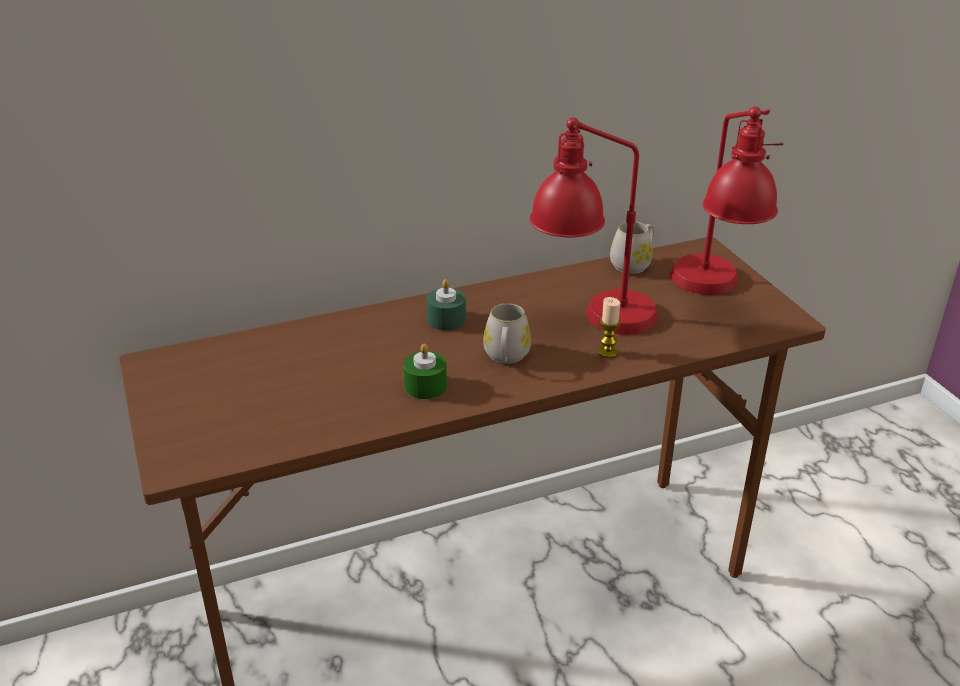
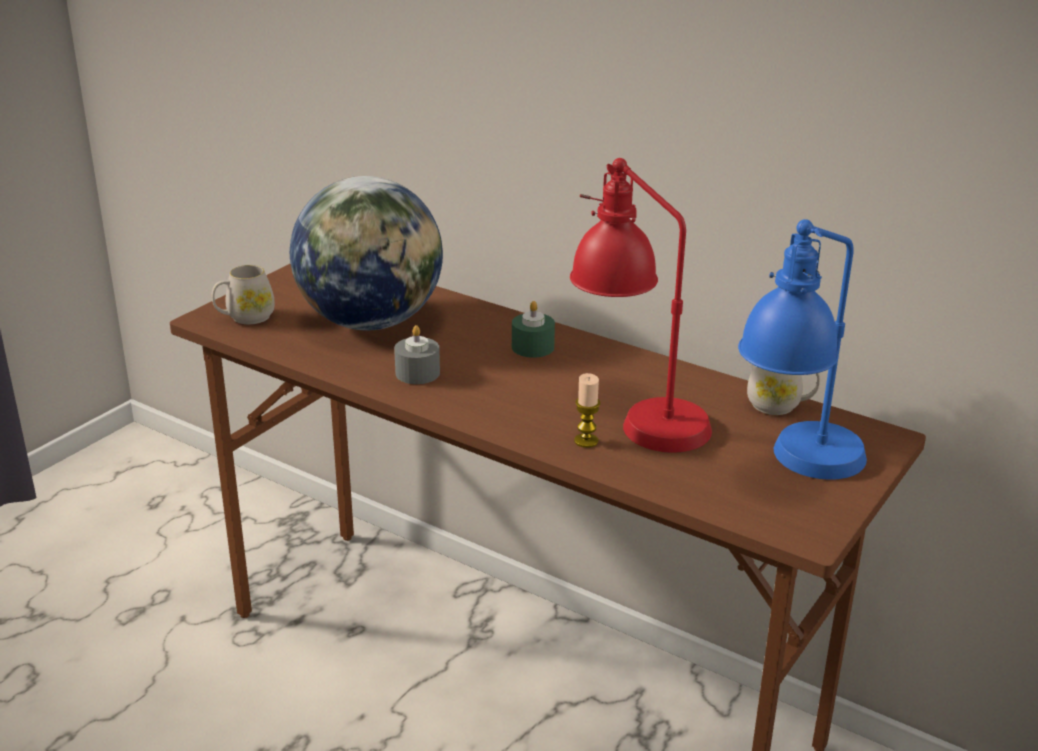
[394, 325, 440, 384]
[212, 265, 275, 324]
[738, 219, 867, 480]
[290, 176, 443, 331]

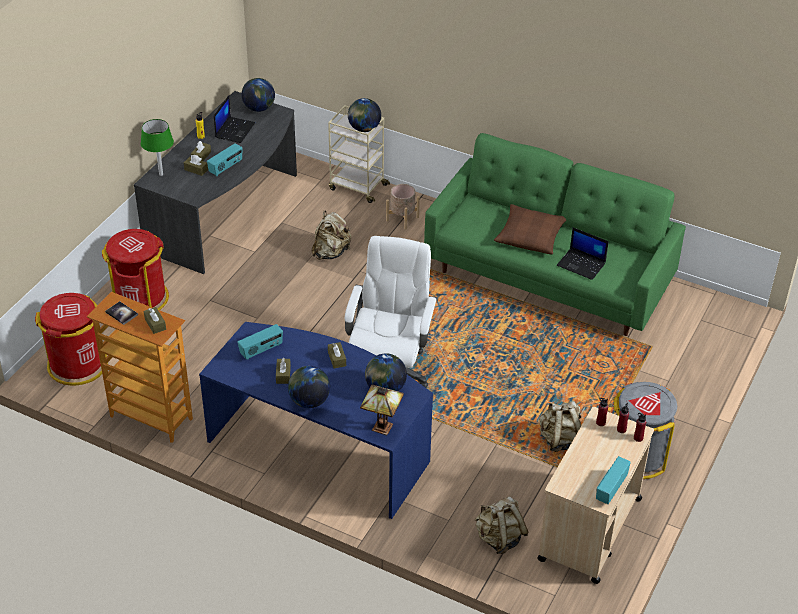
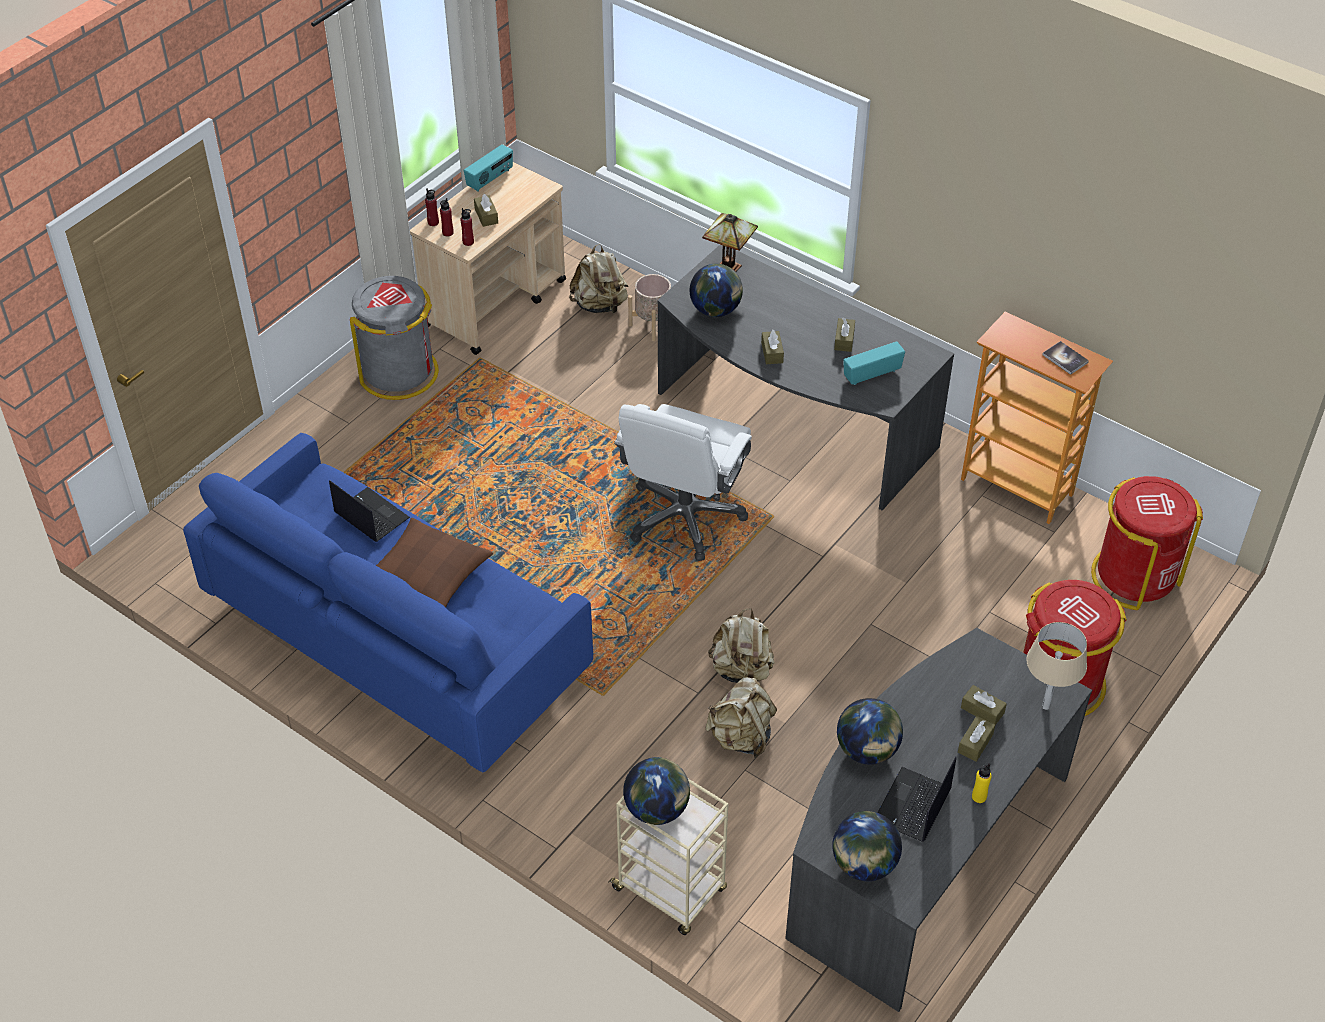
[1026, 622, 1087, 710]
[474, 194, 498, 227]
[657, 245, 954, 510]
[207, 143, 242, 176] (first image)
[837, 698, 903, 765]
[628, 274, 671, 341]
[183, 433, 593, 772]
[708, 608, 775, 683]

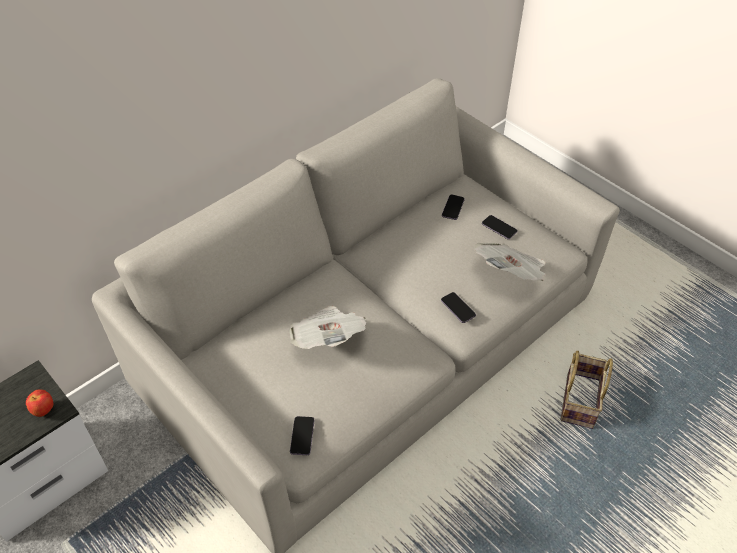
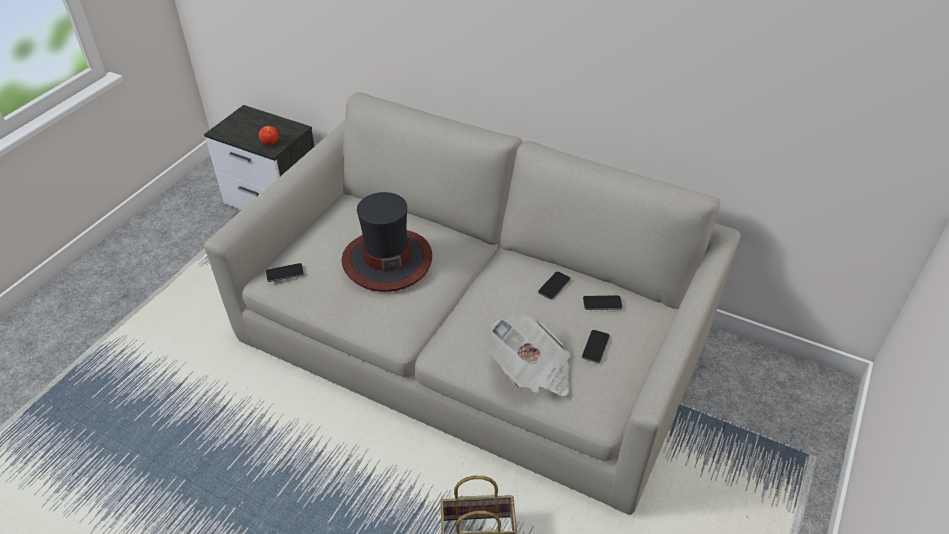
[342, 192, 432, 292]
[538, 271, 571, 299]

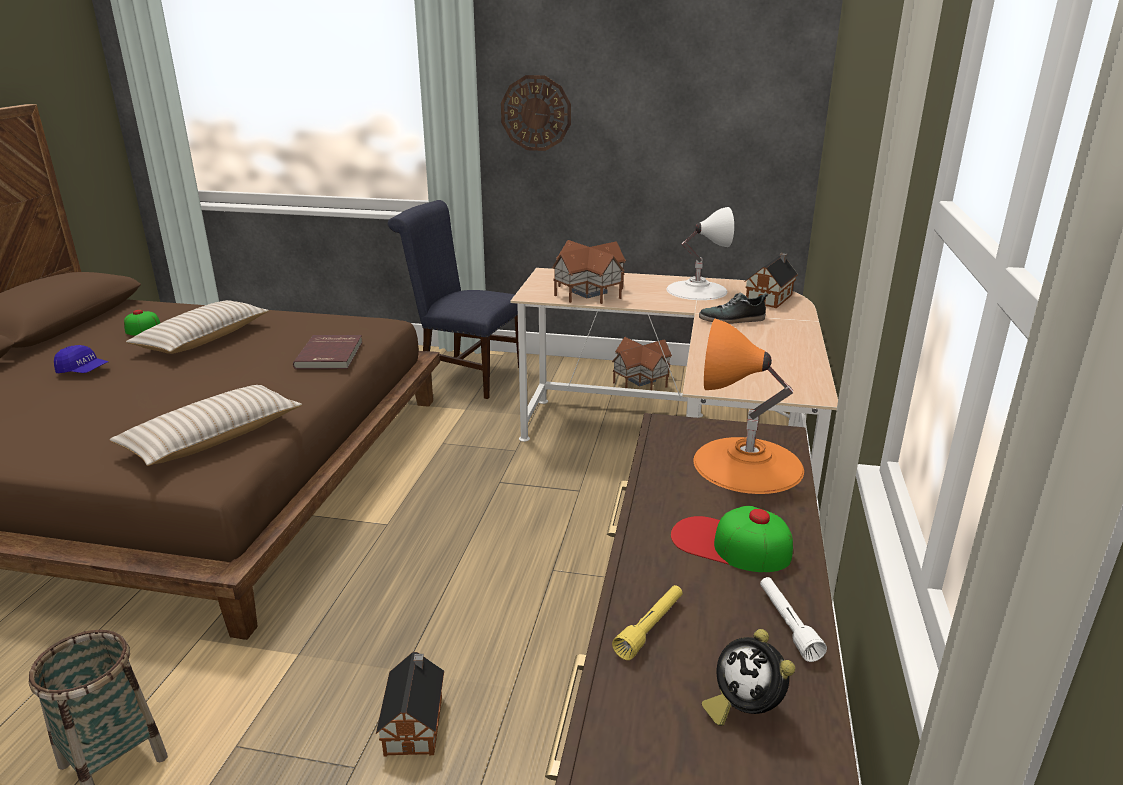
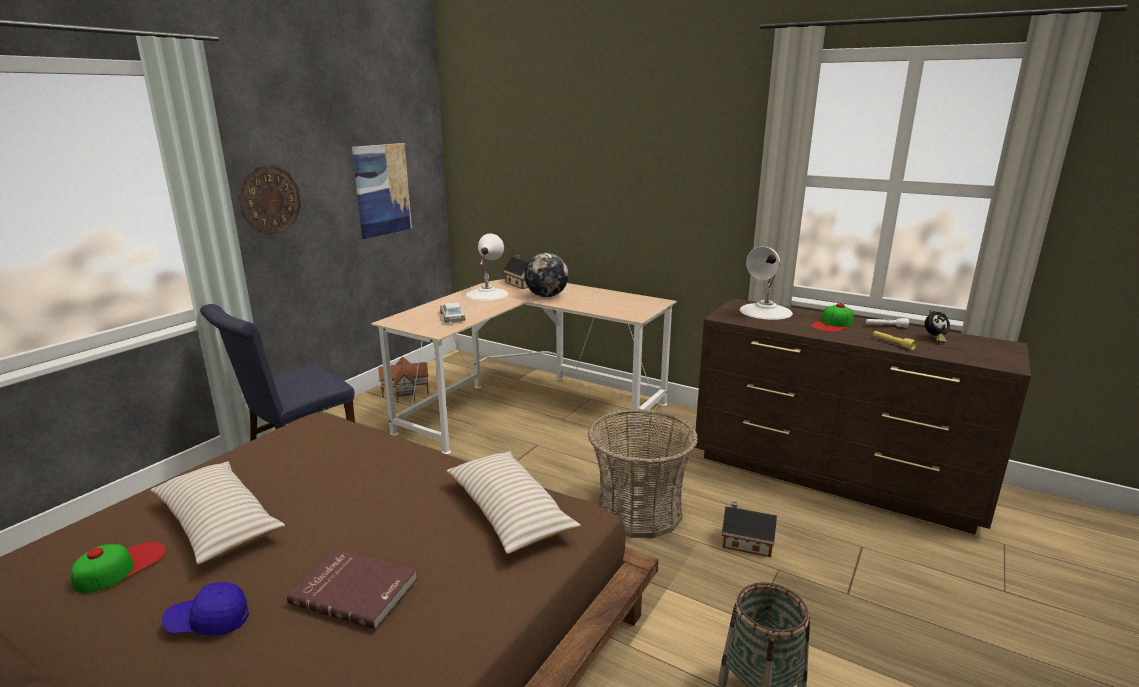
[162, 582, 249, 636]
[287, 549, 418, 629]
[440, 302, 465, 323]
[740, 246, 793, 320]
[524, 253, 568, 297]
[352, 143, 412, 239]
[588, 409, 698, 538]

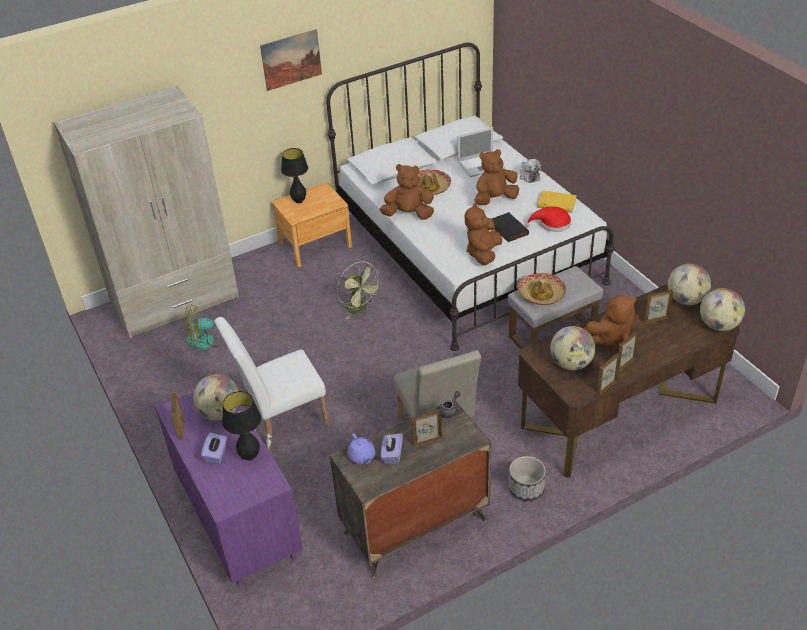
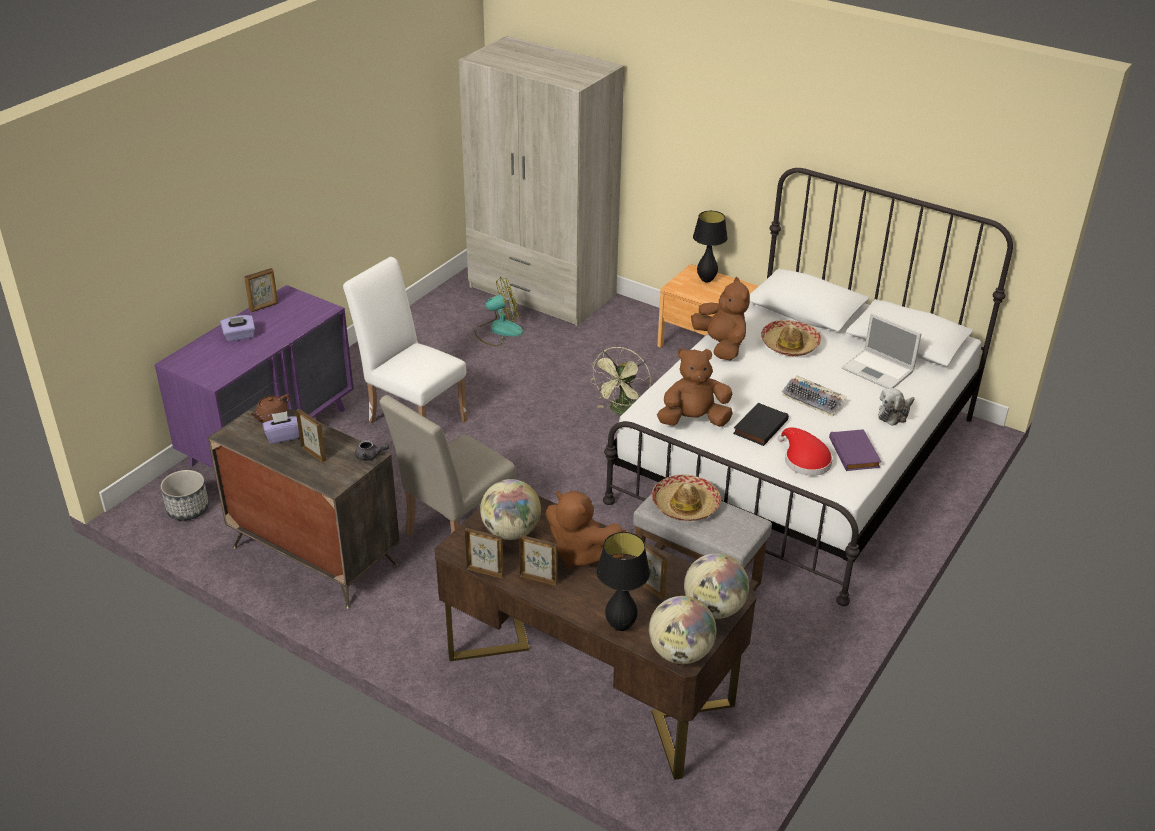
[474, 277, 523, 346]
[193, 374, 239, 421] (first image)
[596, 532, 650, 631]
[260, 29, 322, 91] (first image)
[249, 394, 290, 423]
[782, 375, 846, 417]
[161, 470, 209, 520]
[829, 429, 881, 471]

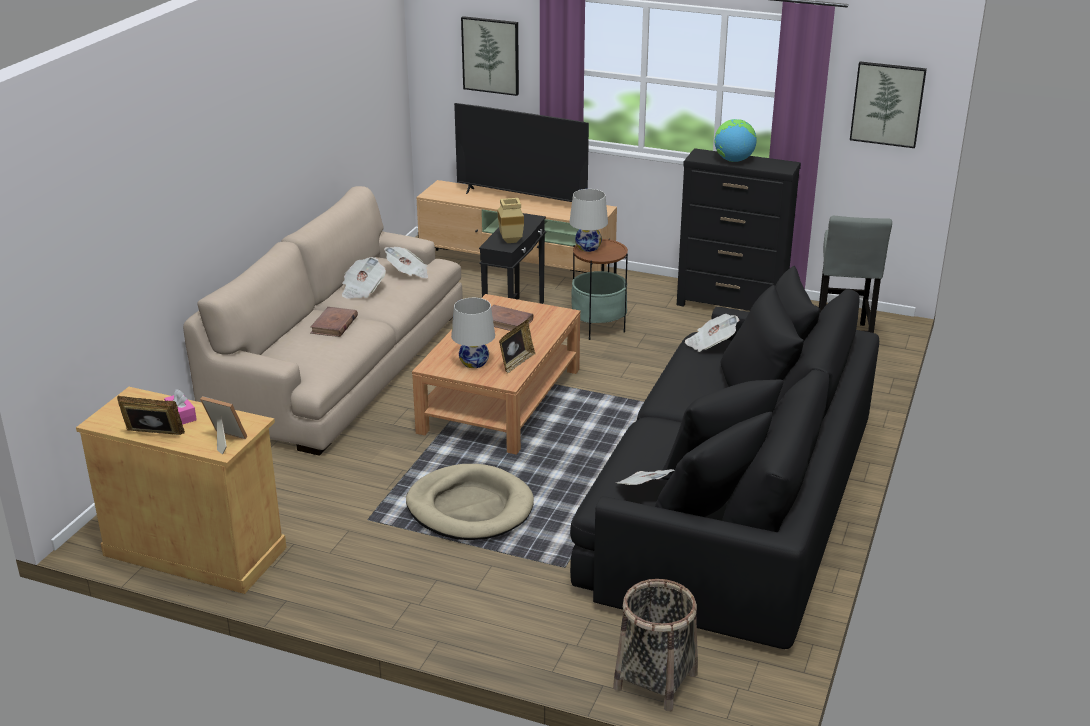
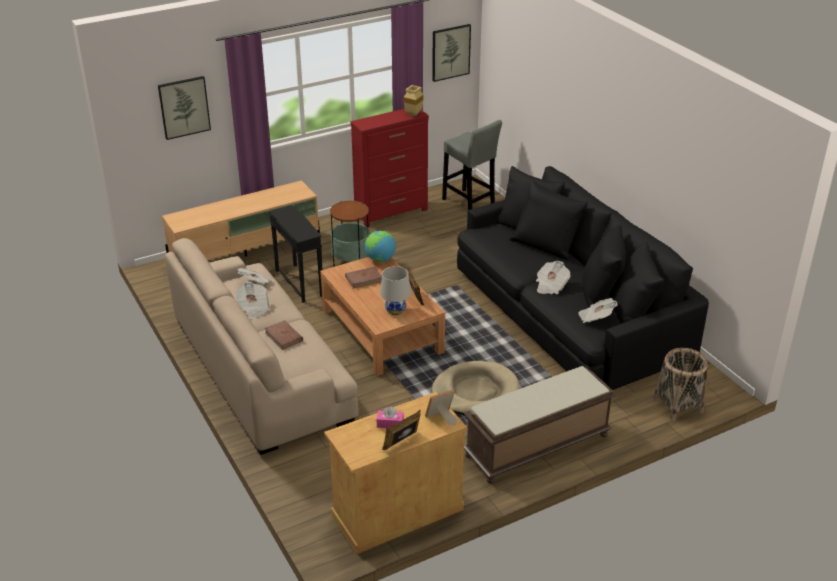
[454, 103, 589, 202] (first image)
[404, 85, 424, 117]
[569, 189, 608, 252] (first image)
[351, 109, 429, 227]
[536, 261, 571, 294]
[365, 231, 396, 262]
[464, 366, 616, 484]

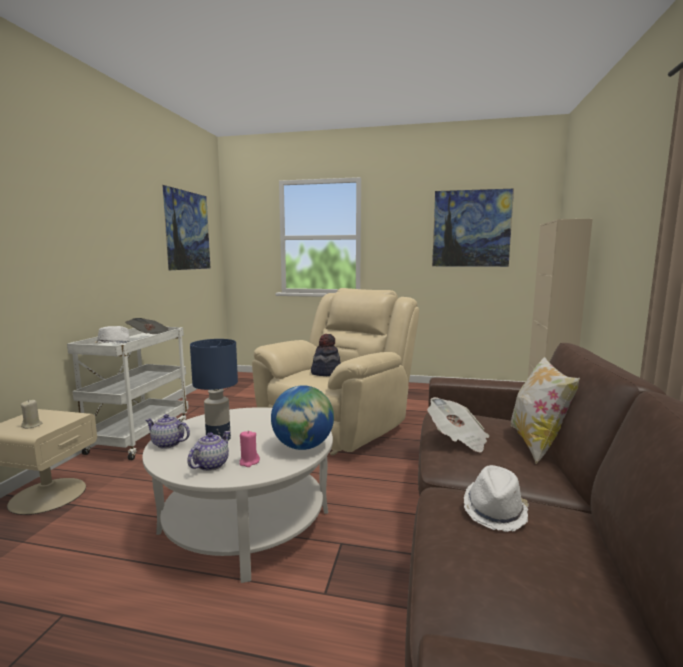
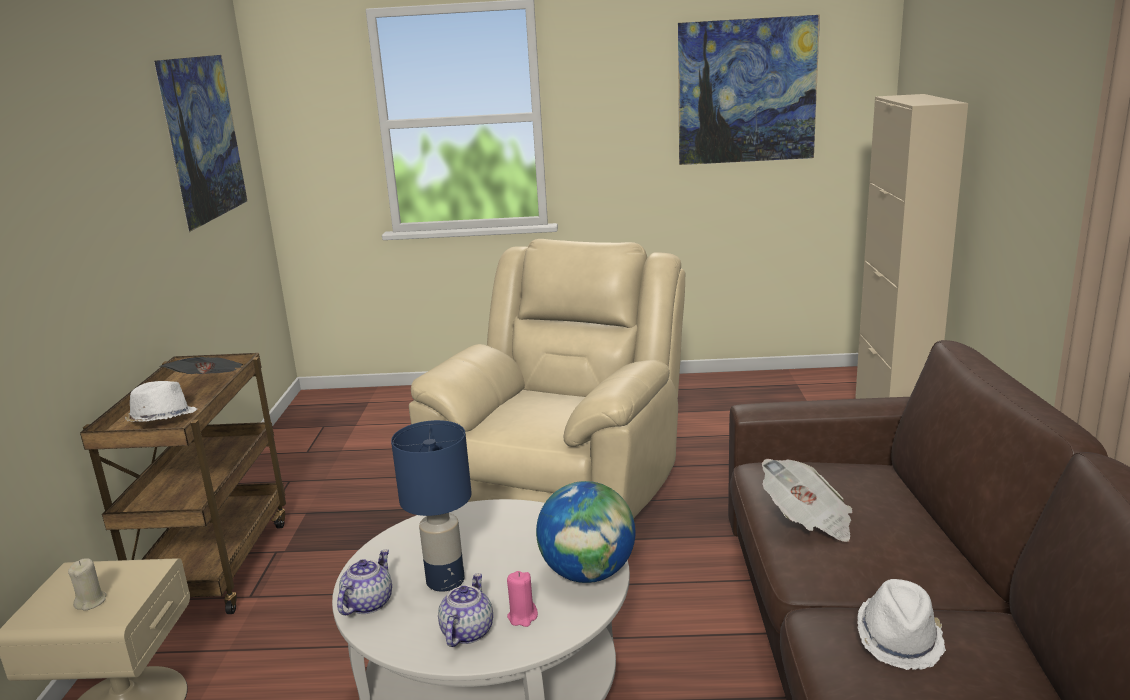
[80, 353, 286, 614]
[337, 549, 392, 615]
[311, 334, 341, 376] (first image)
[511, 356, 580, 464] (first image)

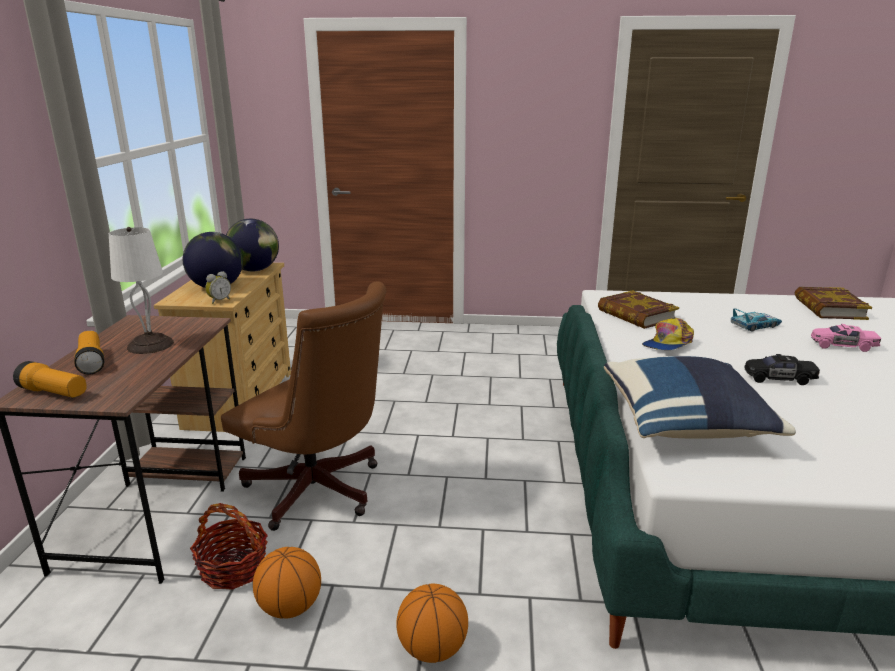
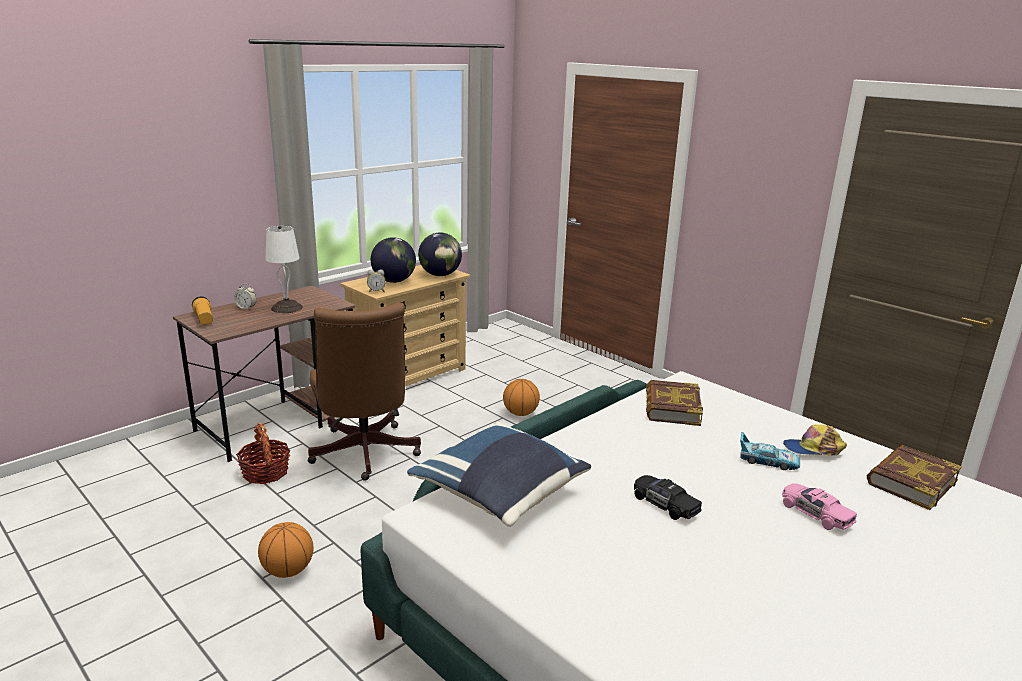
[234, 284, 257, 310]
[503, 379, 540, 416]
[783, 425, 847, 455]

